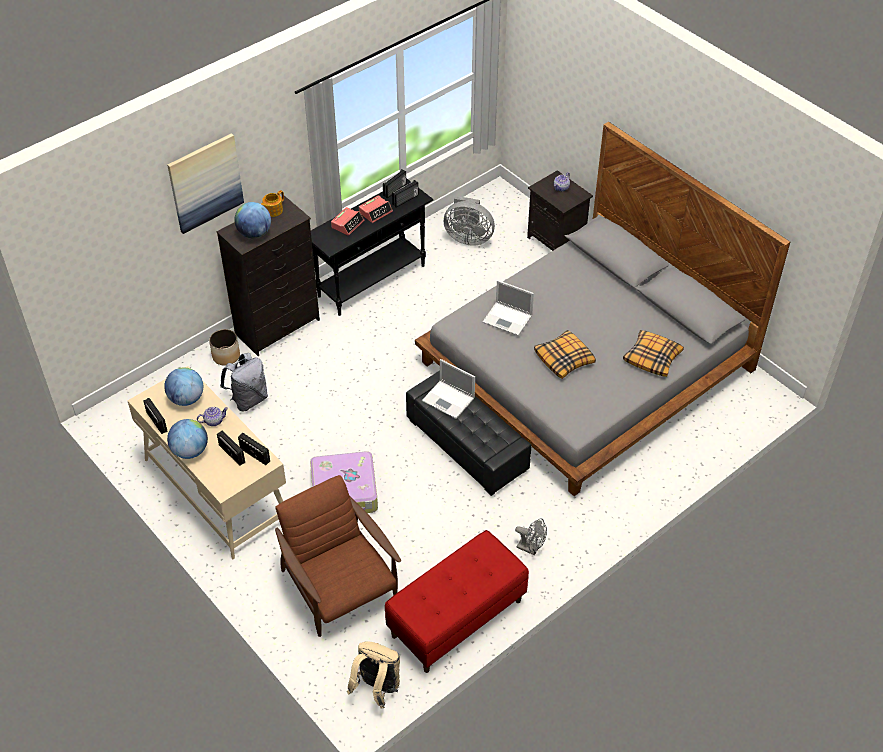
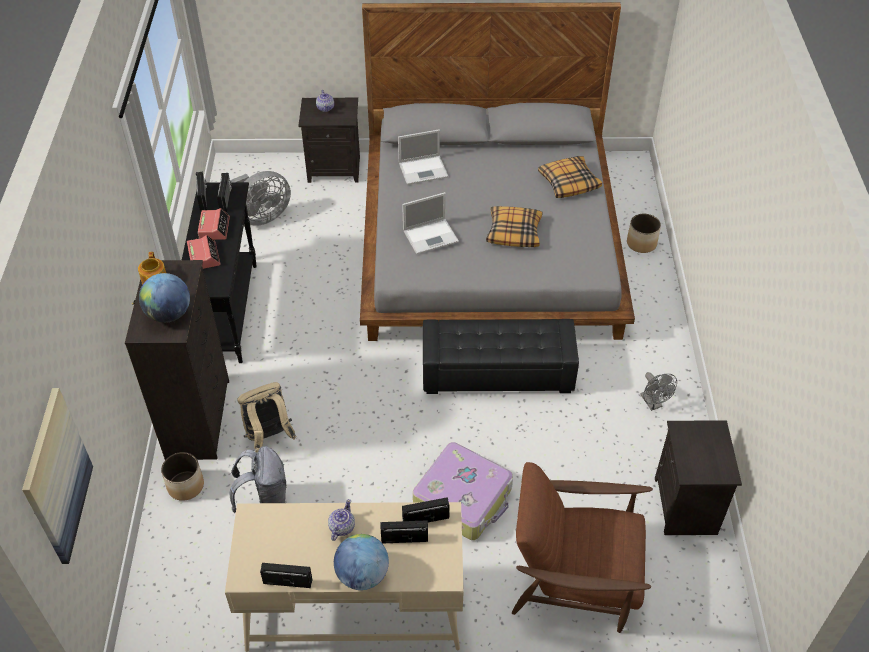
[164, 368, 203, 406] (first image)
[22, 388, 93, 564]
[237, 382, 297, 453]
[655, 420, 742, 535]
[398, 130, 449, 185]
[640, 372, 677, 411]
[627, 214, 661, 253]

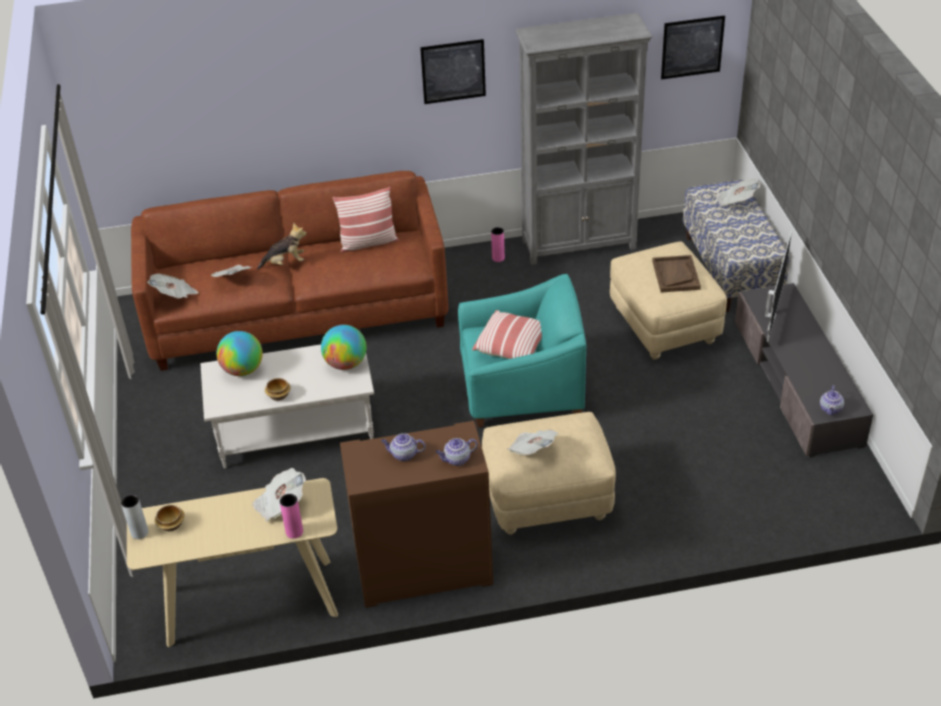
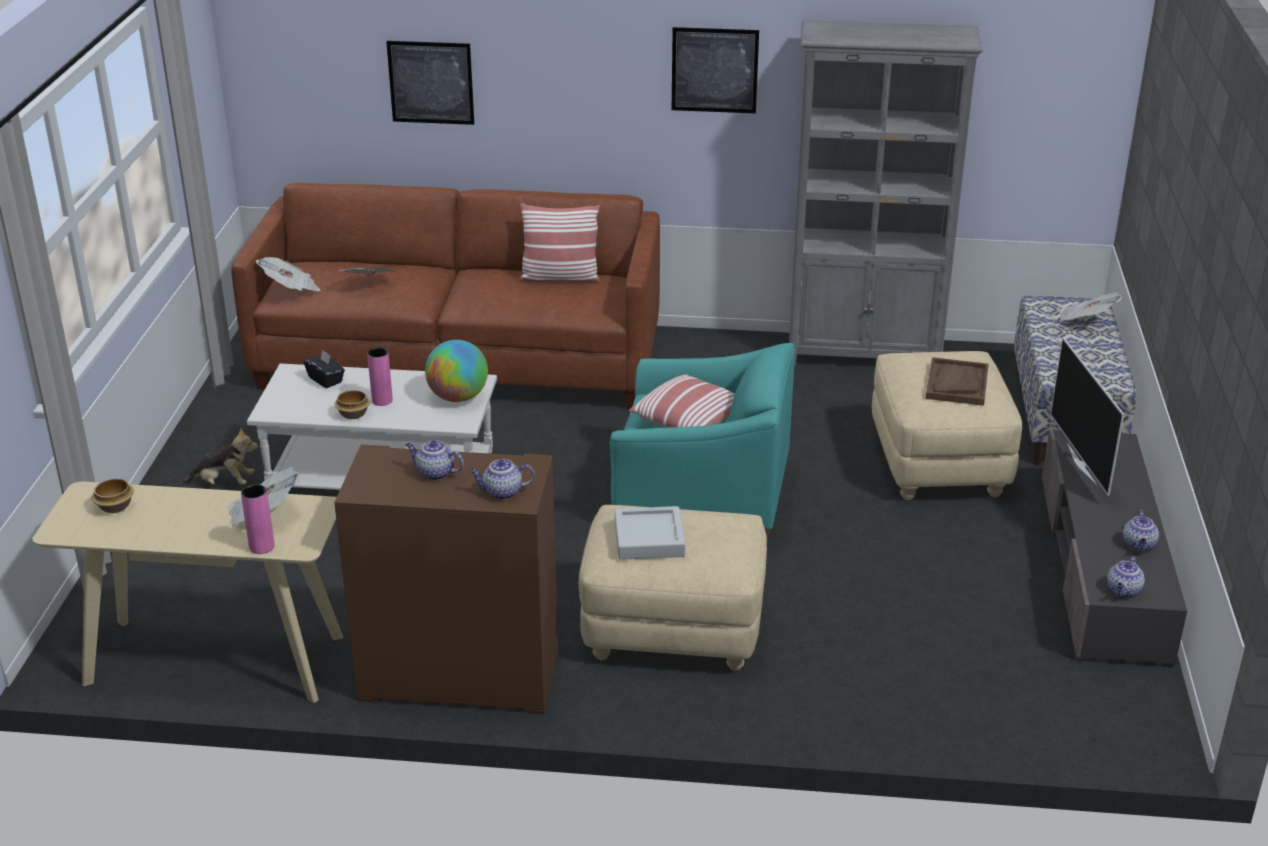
[121, 495, 149, 539] (first image)
[304, 349, 345, 388]
[183, 428, 258, 484]
[367, 347, 393, 406]
[614, 506, 685, 560]
[386, 41, 474, 125]
[1050, 337, 1125, 496]
[1123, 510, 1159, 552]

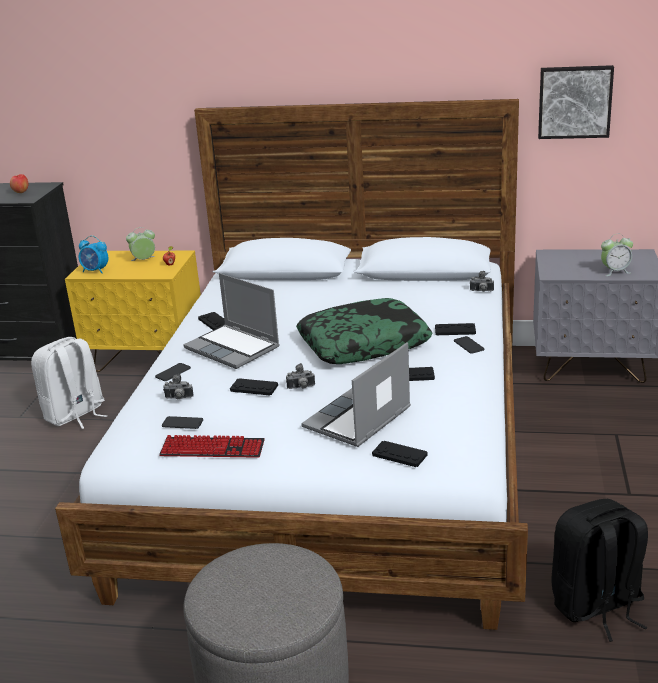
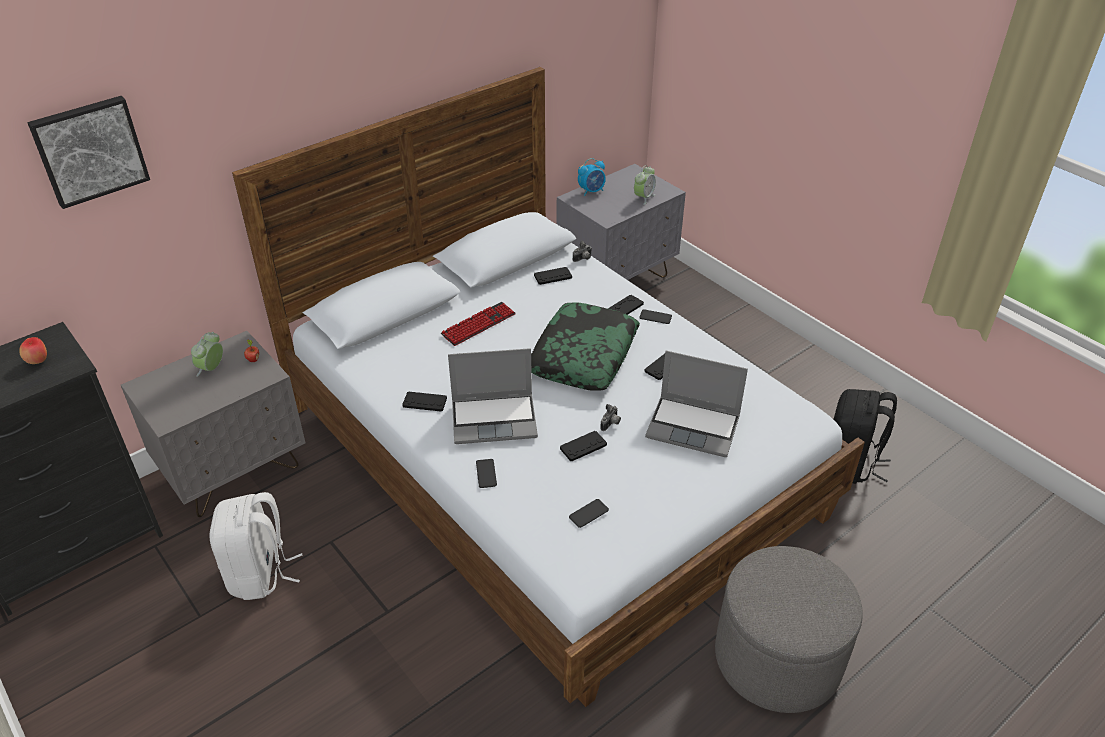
[121, 331, 306, 517]
[578, 158, 606, 196]
[441, 302, 516, 346]
[163, 374, 194, 399] (first image)
[645, 351, 748, 457]
[534, 267, 572, 285]
[27, 96, 150, 209]

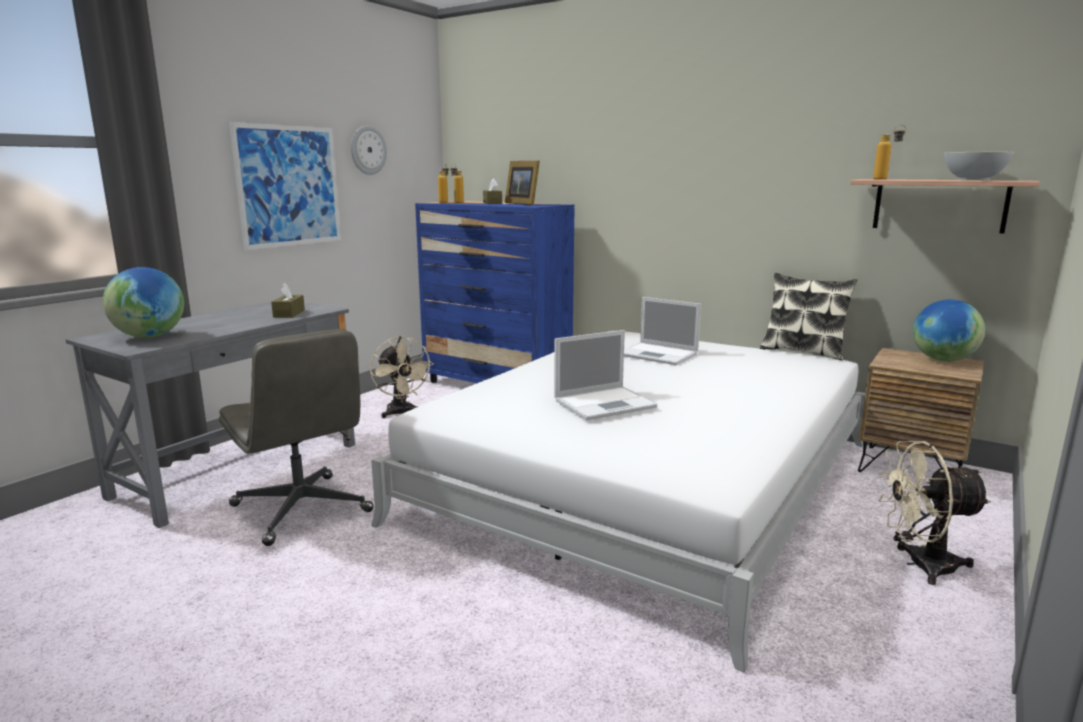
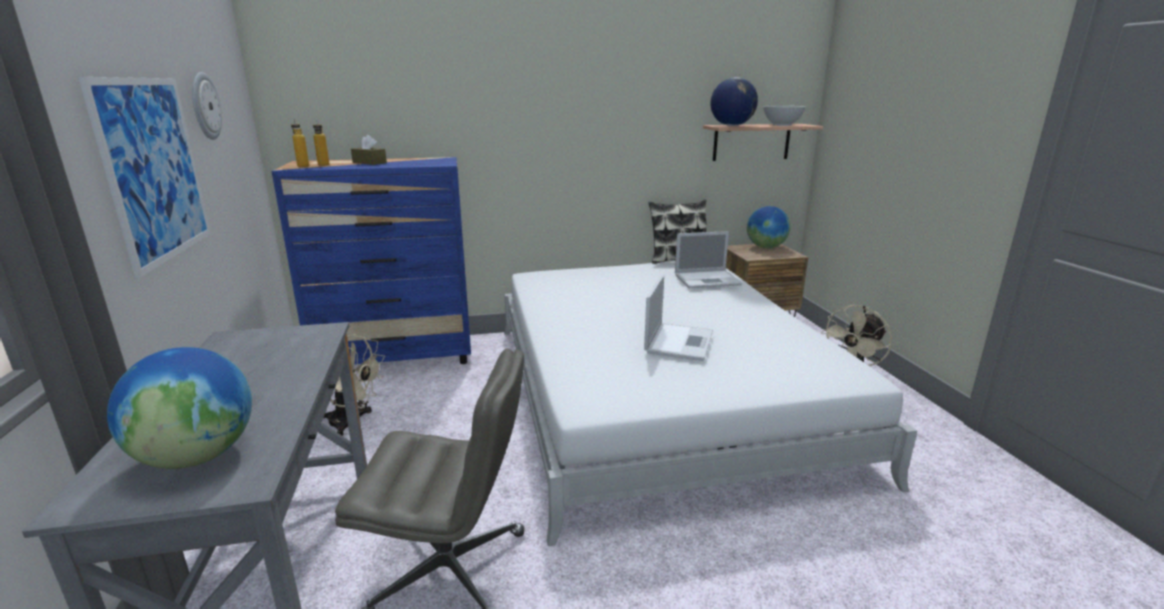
[271, 283, 305, 318] (first image)
[505, 161, 540, 205] (first image)
[675, 231, 742, 288]
[710, 77, 758, 126]

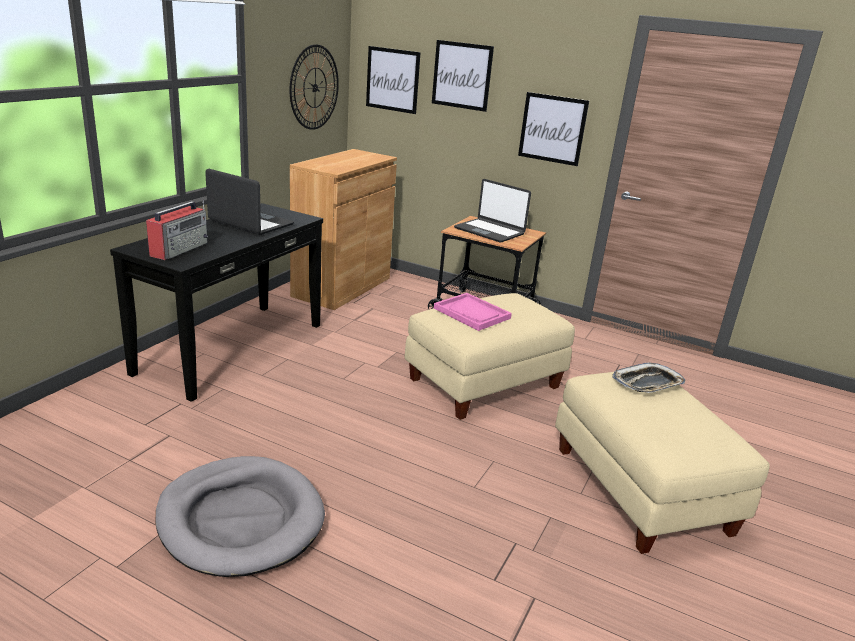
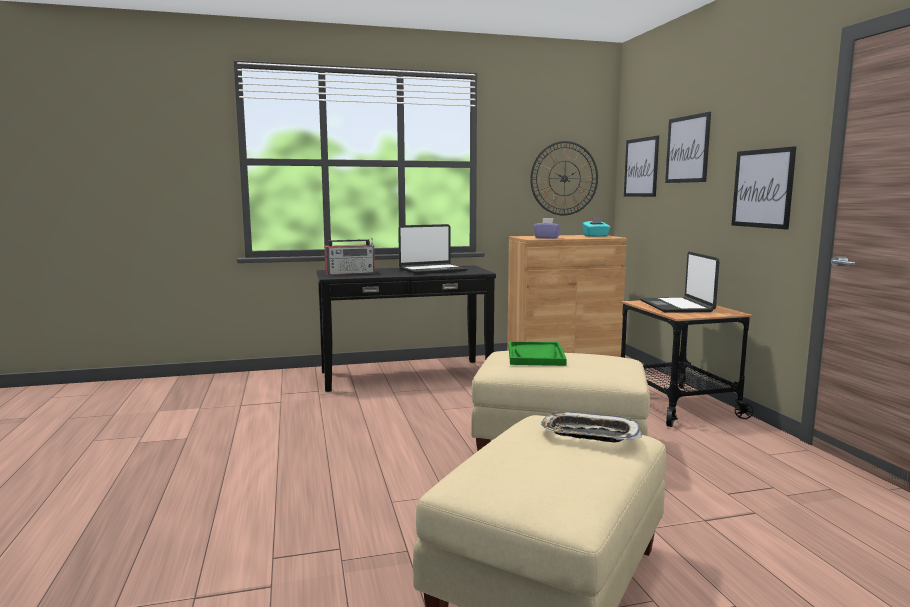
[155, 456, 325, 577] (first image)
[398, 224, 468, 274]
[509, 341, 567, 366]
[533, 218, 561, 239]
[582, 217, 610, 237]

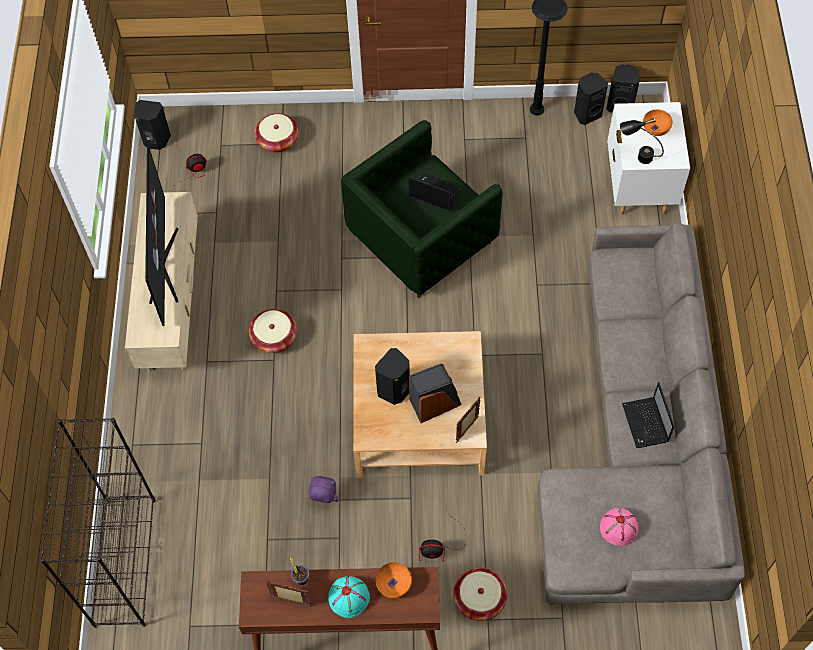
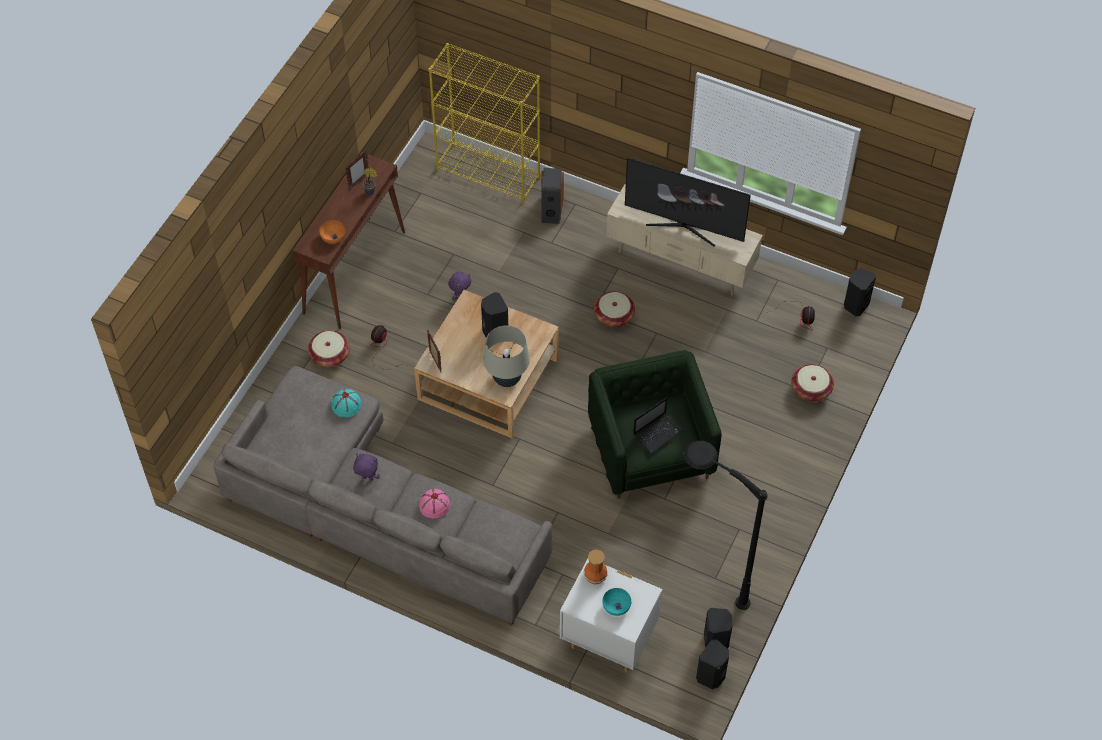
[429, 43, 540, 204]
[331, 389, 361, 417]
[541, 168, 564, 224]
[419, 489, 450, 518]
[583, 550, 608, 584]
[353, 454, 380, 481]
[602, 588, 631, 616]
[483, 325, 530, 387]

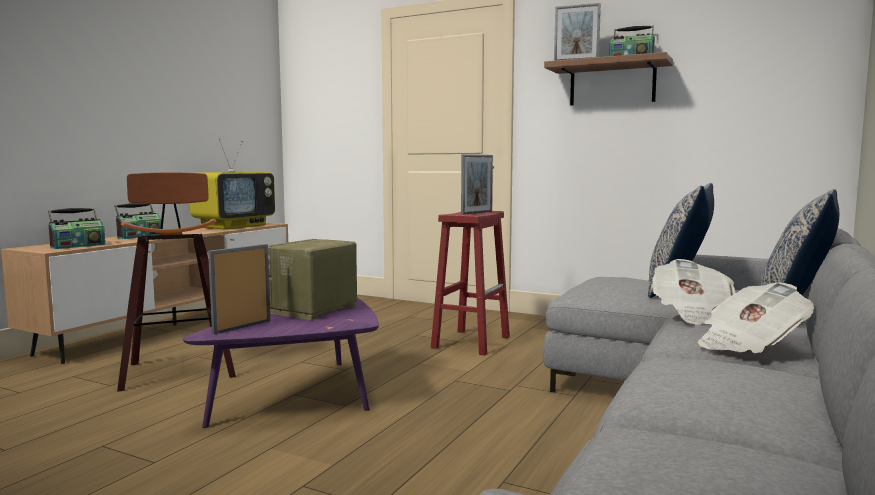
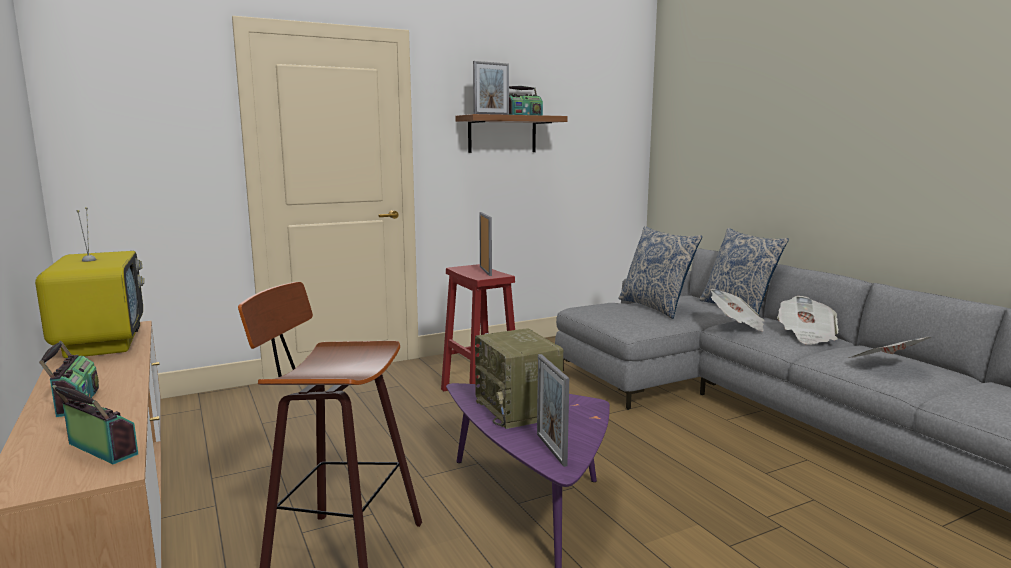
[52, 385, 138, 464]
[848, 337, 932, 358]

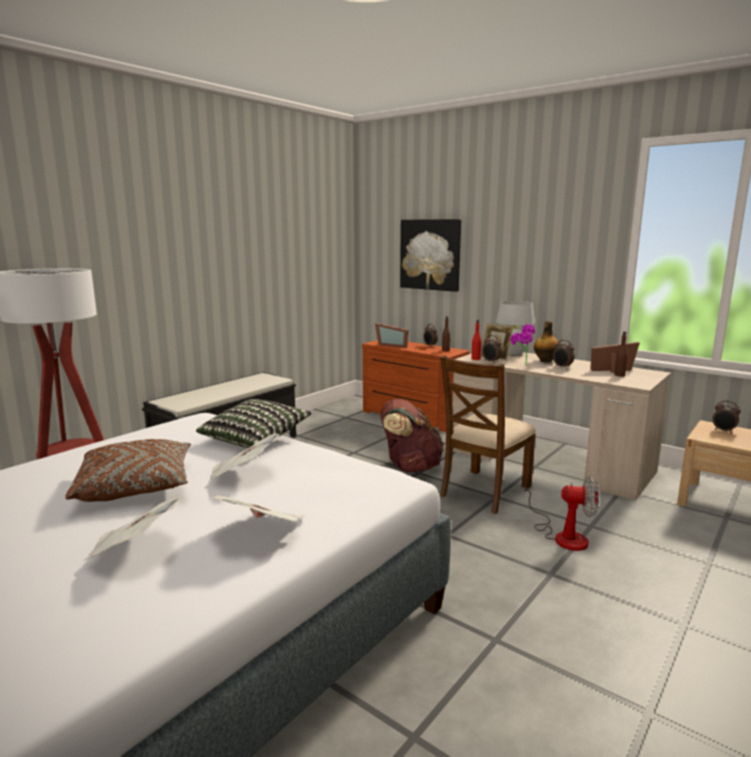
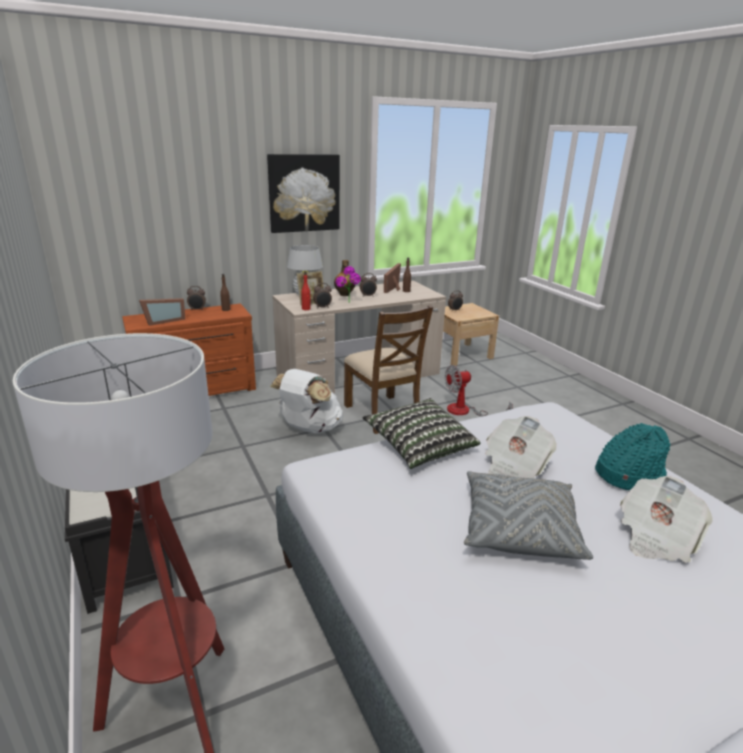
[464, 471, 593, 560]
[595, 423, 670, 490]
[270, 369, 343, 434]
[267, 154, 340, 233]
[445, 365, 513, 417]

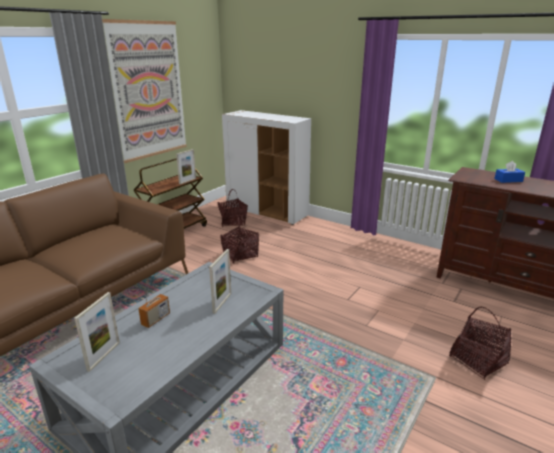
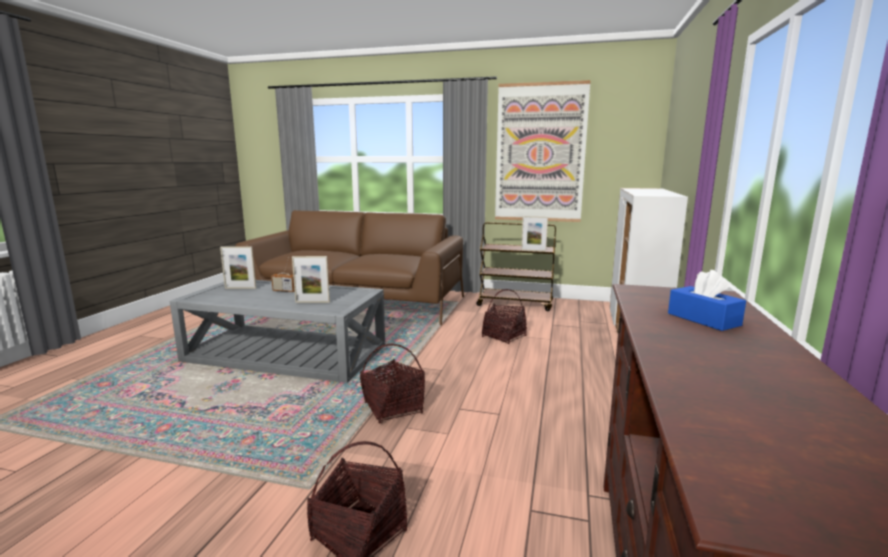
[360, 344, 425, 423]

